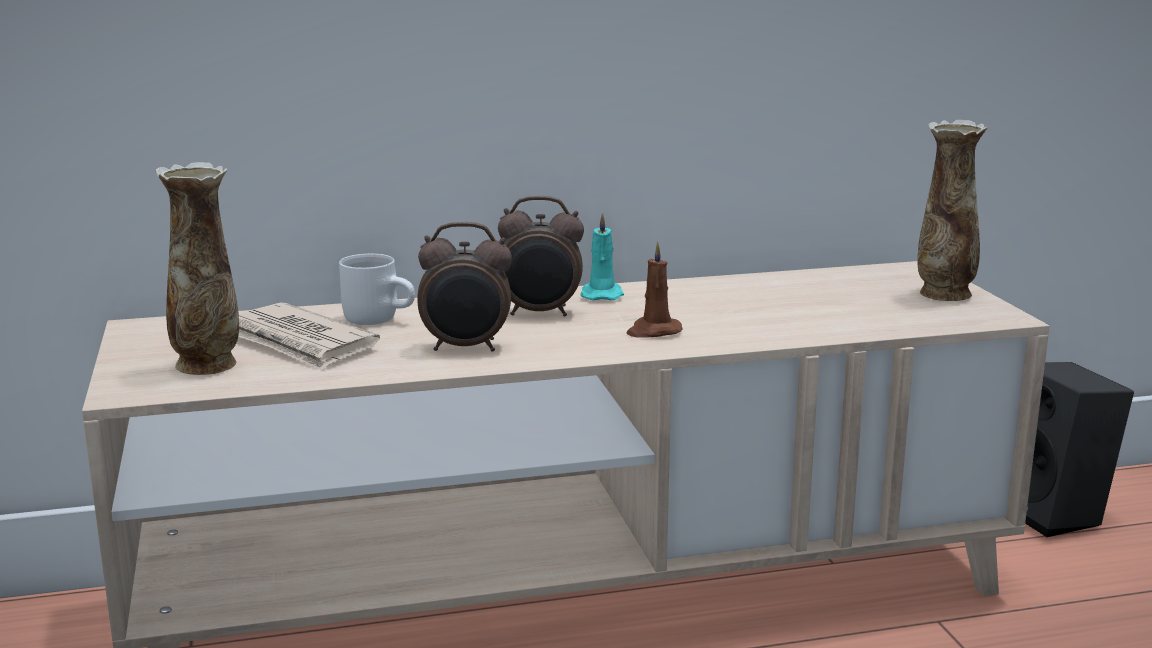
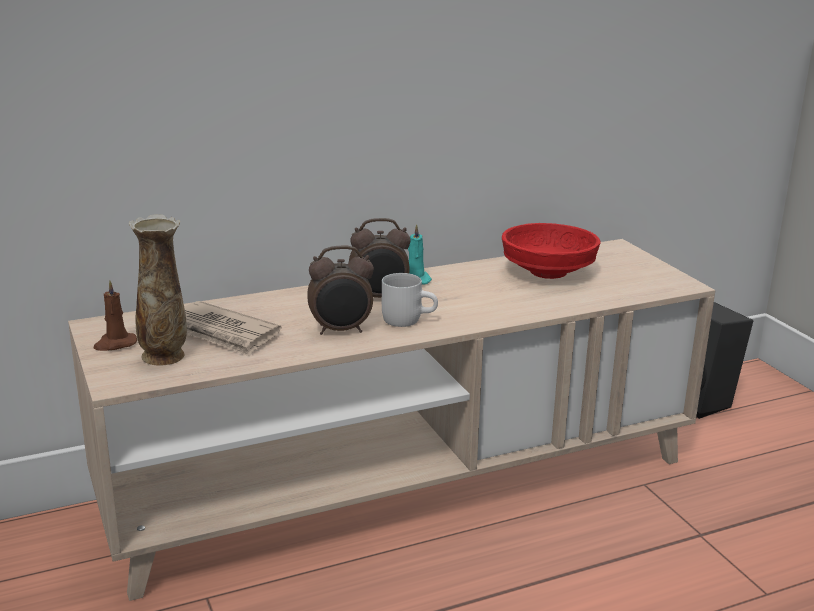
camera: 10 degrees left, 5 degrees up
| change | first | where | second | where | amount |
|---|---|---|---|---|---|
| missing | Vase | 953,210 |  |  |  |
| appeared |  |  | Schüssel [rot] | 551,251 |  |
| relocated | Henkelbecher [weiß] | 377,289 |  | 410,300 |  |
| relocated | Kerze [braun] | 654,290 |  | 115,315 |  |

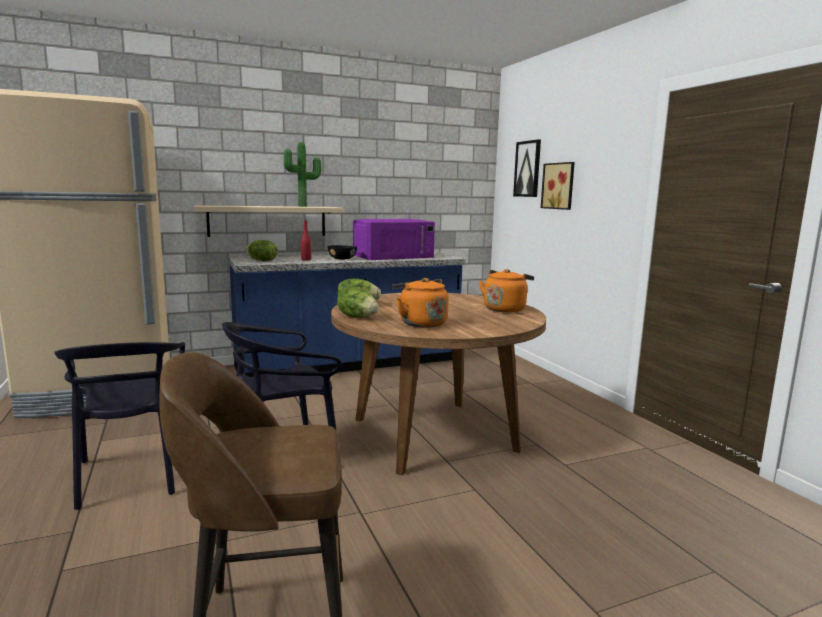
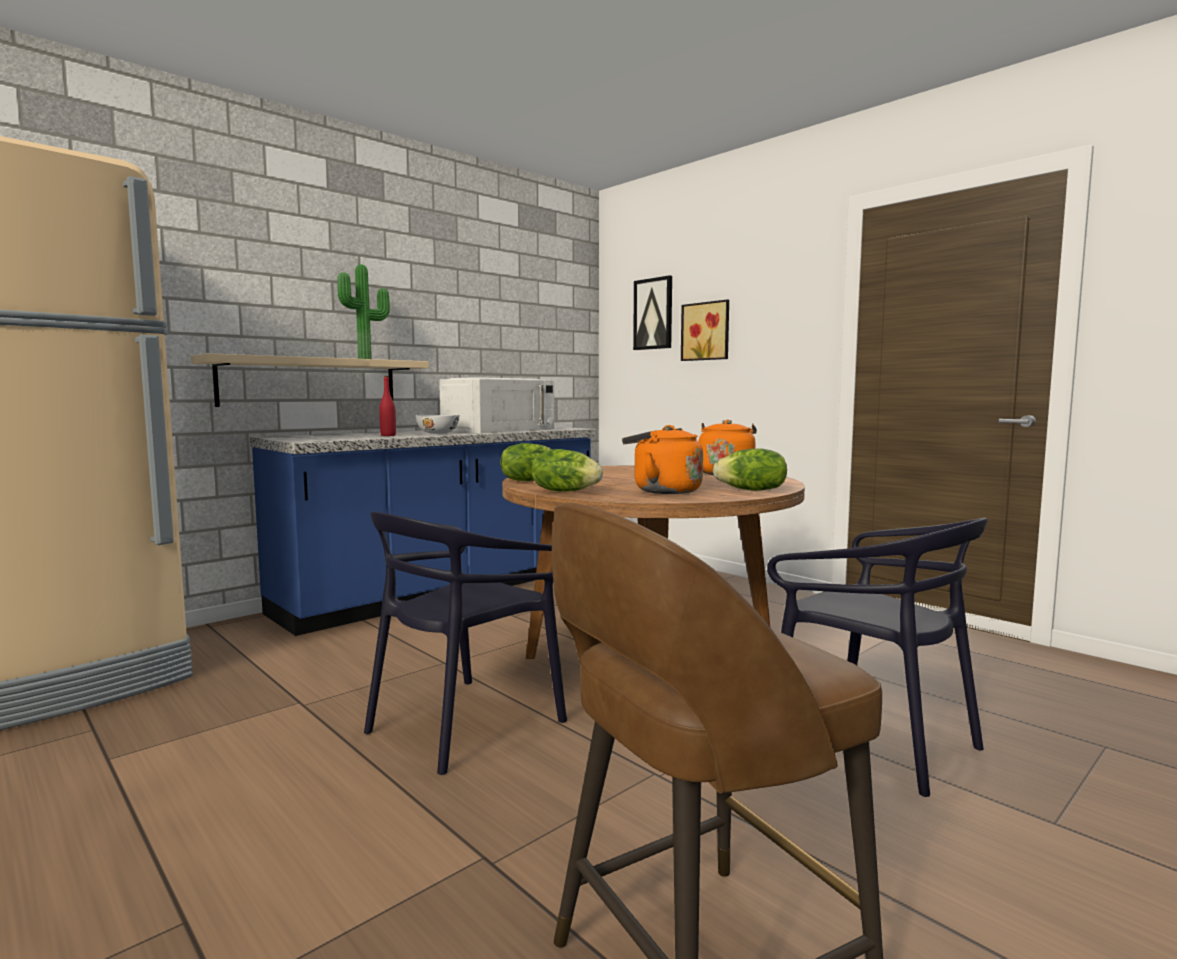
camera: 20 degrees left, 5 degrees down
| change | first | where | second | where | amount |
|---|---|---|---|---|---|
| relocated | Stuhl [schwarz] | 119,426 |  | 877,657 |  |
| relocated | Salatkopf | 261,250 |  | 750,469 |  |
| colour | Schüssel [schwarz] | 342,252 | Schüssel [weiß] | 437,424 |  |
| colour | Mikrowelle [lila] | 394,239 | Mikrowelle [weiß] | 496,405 |  |

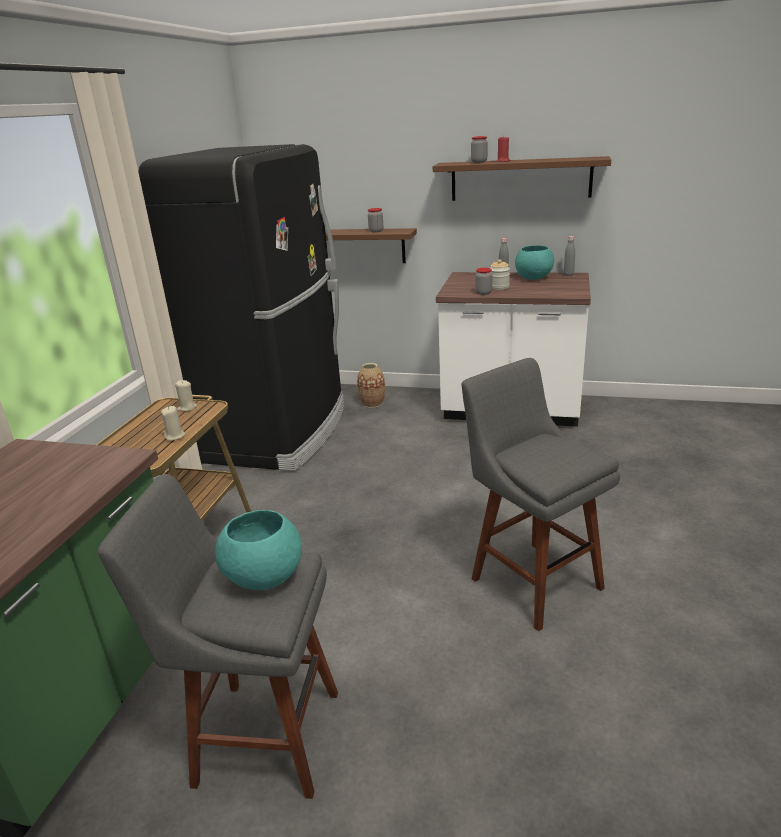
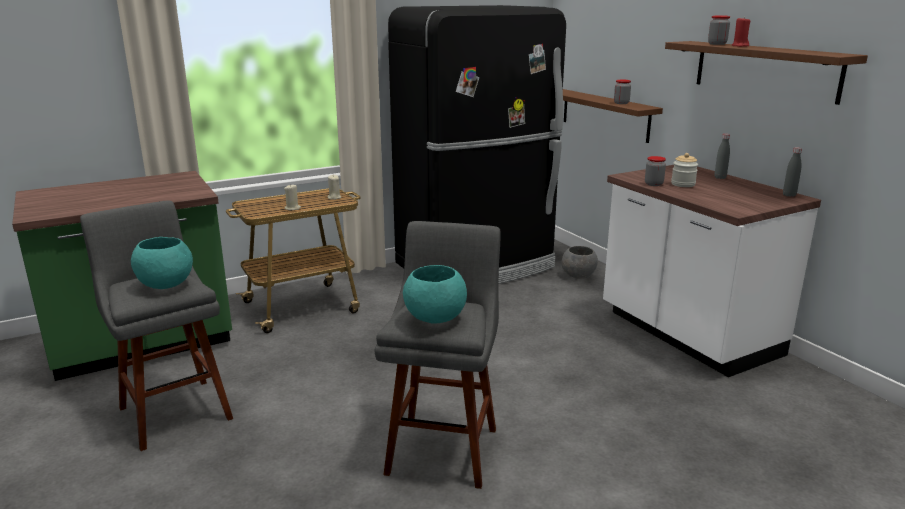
camera: 45 degrees right, 5 degrees down
| change | first | where | second | where | amount |
|---|---|---|---|---|---|
| relocated | Schüssel [türkis] | 534,262 |  | 435,294 |  |
| exchanged | Vase | 371,385 | Schüssel [grau] | 579,262 |  |

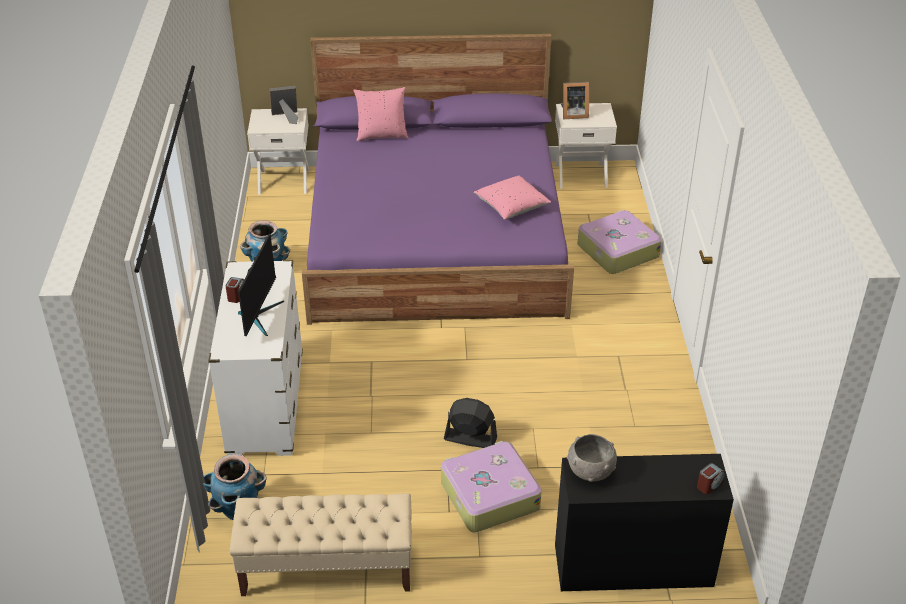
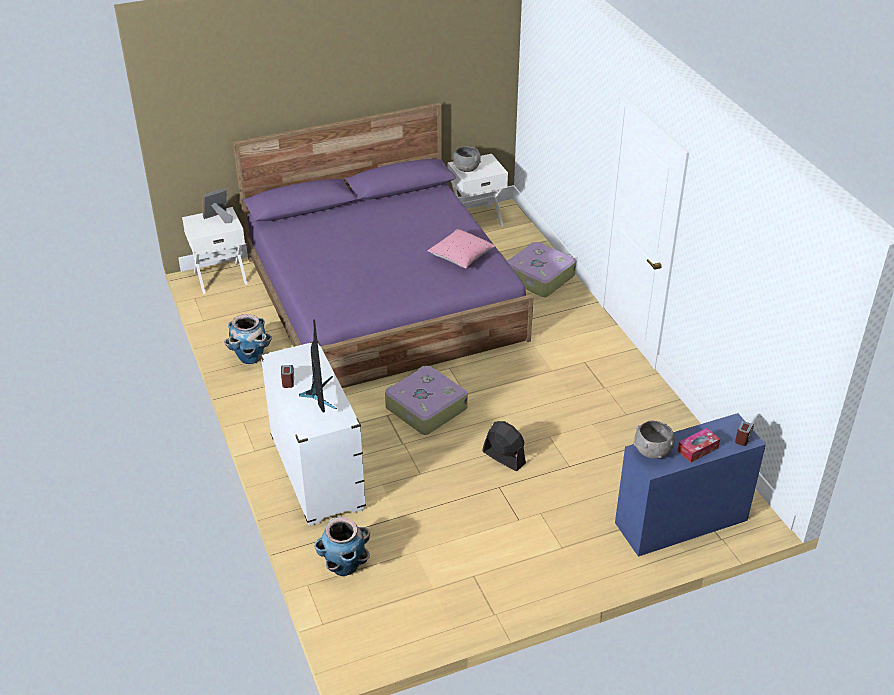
camera: 20 degrees left, 0 degrees up
| change | first | where | second | where | amount |
|---|---|---|---|---|---|
| missing | Bank [beige] | 321,545 |  |  |  |
| missing | Kissen [rosa] | 380,114 |  |  |  |
| appeared |  |  | Taschentuchbox | 699,445 |  |
| relocated | Koffer | 491,486 |  | 426,400 |  |
| exchanged | Bilderrahmen | 575,100 | Schüssel [grau] | 467,159 |  |
| colour | Schreibtisch [schwarz] | 644,522 | Schreibtisch [blau] | 690,485 |  |
| spun | Ventilator [schwarz] | 470,423 |  | 504,446 | 45 degrees clockwise |

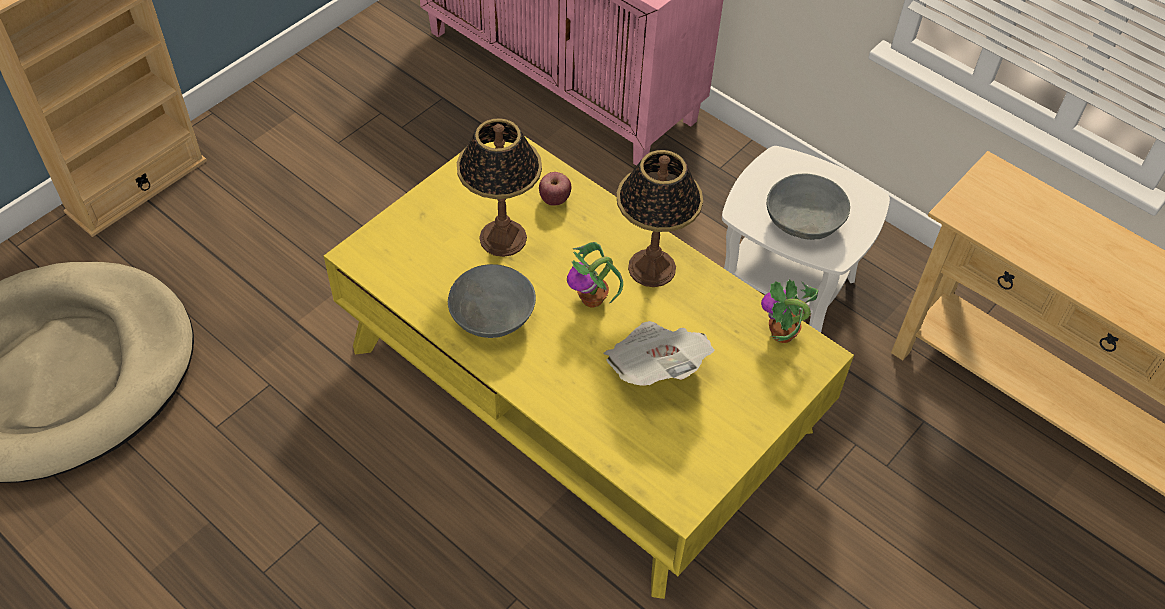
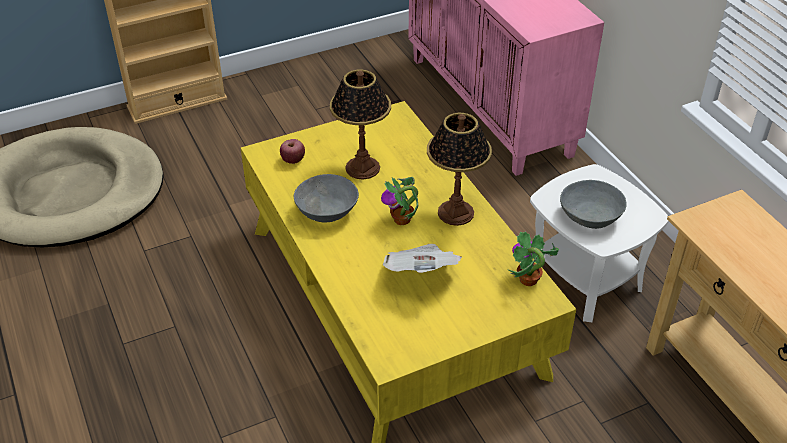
camera: 25 degrees right, 10 degrees down
| change | first | where | second | where | amount |
|---|---|---|---|---|---|
| relocated | Apfel | 555,189 |  | 292,151 |  |

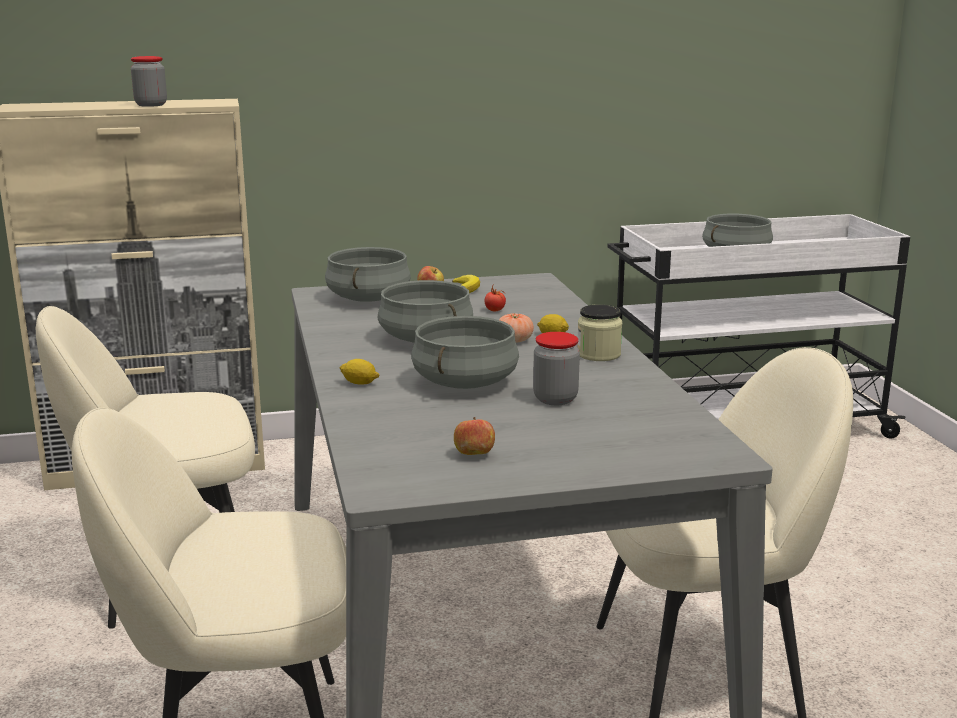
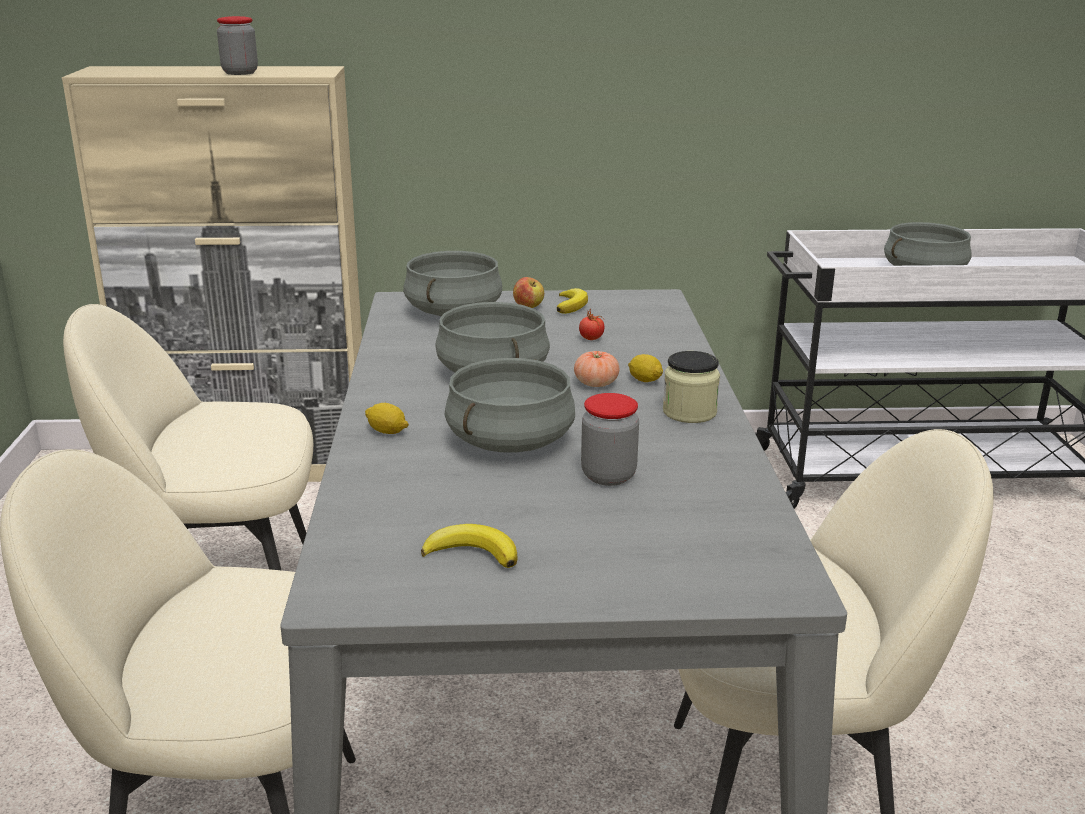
camera: 10 degrees right, 5 degrees up
| change | first | where | second | where | amount |
|---|---|---|---|---|---|
| exchanged | Apfel | 474,436 | Banane | 469,546 |  |

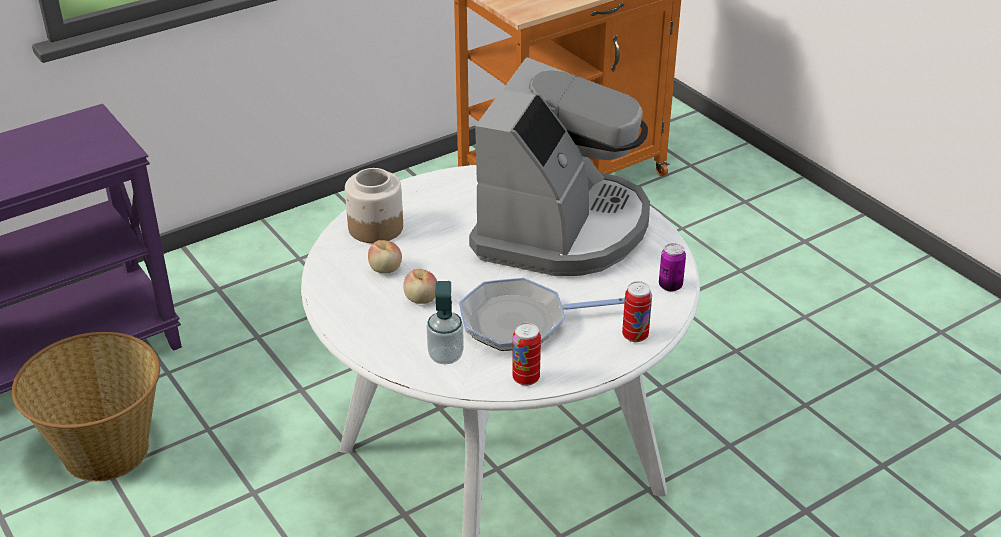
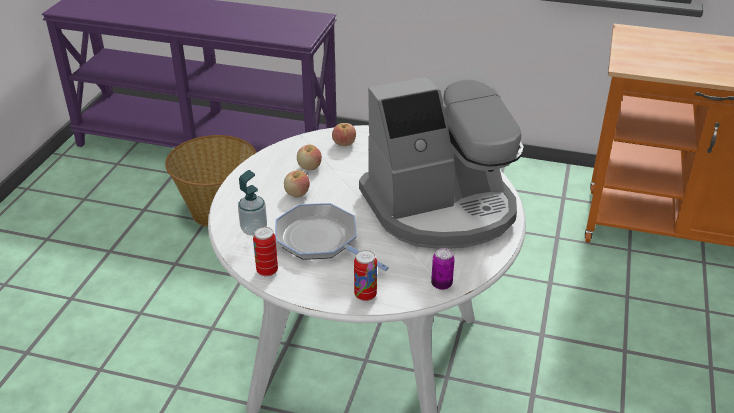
camera: 50 degrees right, 0 degrees up
| change | first | where | second | where | amount |
|---|---|---|---|---|---|
| exchanged | Vorratsglas | 374,205 | Apfel | 344,134 |  |

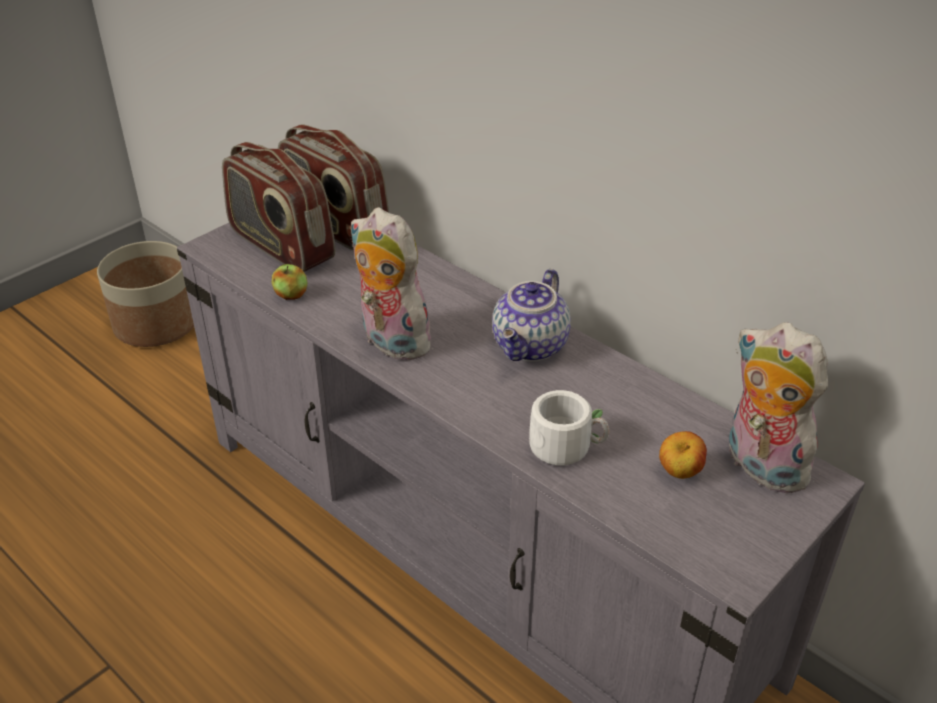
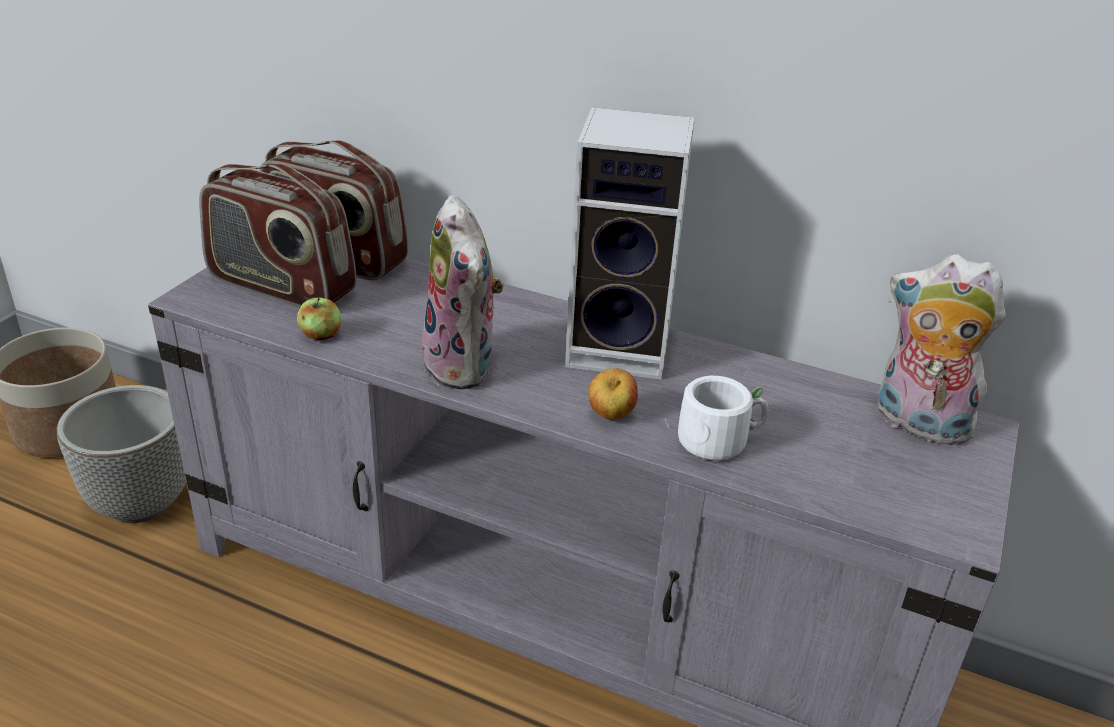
camera: 20 degrees left, 5 degrees down
| change | first | where | second | where | amount |
|---|---|---|---|---|---|
| appeared |  |  | Pflanzkübel | 121,454 |  |
| relocated | Apfel | 683,455 |  | 613,394 |  |
| exchanged | Teekanne | 531,315 | Lautsprecher | 630,243 |  |
| spun | Plüschtier | 394,284 |  | 463,292 | 135 degrees counterclockwise |

